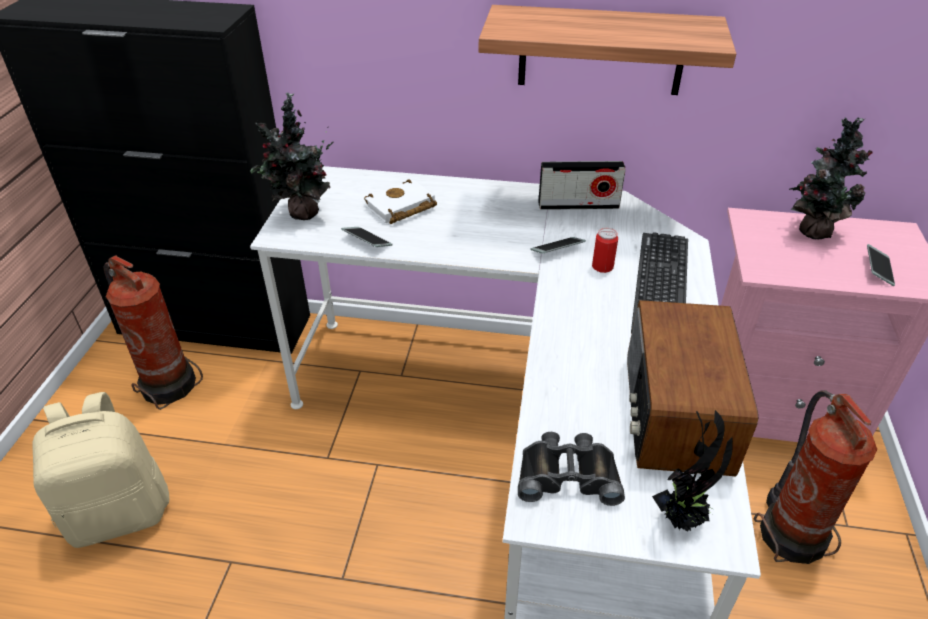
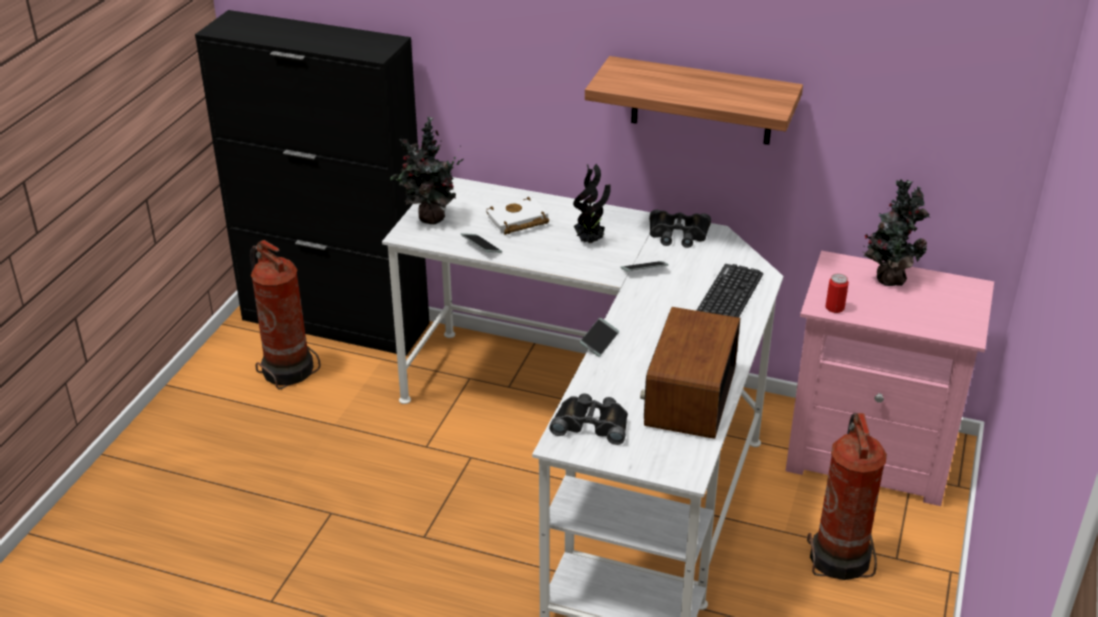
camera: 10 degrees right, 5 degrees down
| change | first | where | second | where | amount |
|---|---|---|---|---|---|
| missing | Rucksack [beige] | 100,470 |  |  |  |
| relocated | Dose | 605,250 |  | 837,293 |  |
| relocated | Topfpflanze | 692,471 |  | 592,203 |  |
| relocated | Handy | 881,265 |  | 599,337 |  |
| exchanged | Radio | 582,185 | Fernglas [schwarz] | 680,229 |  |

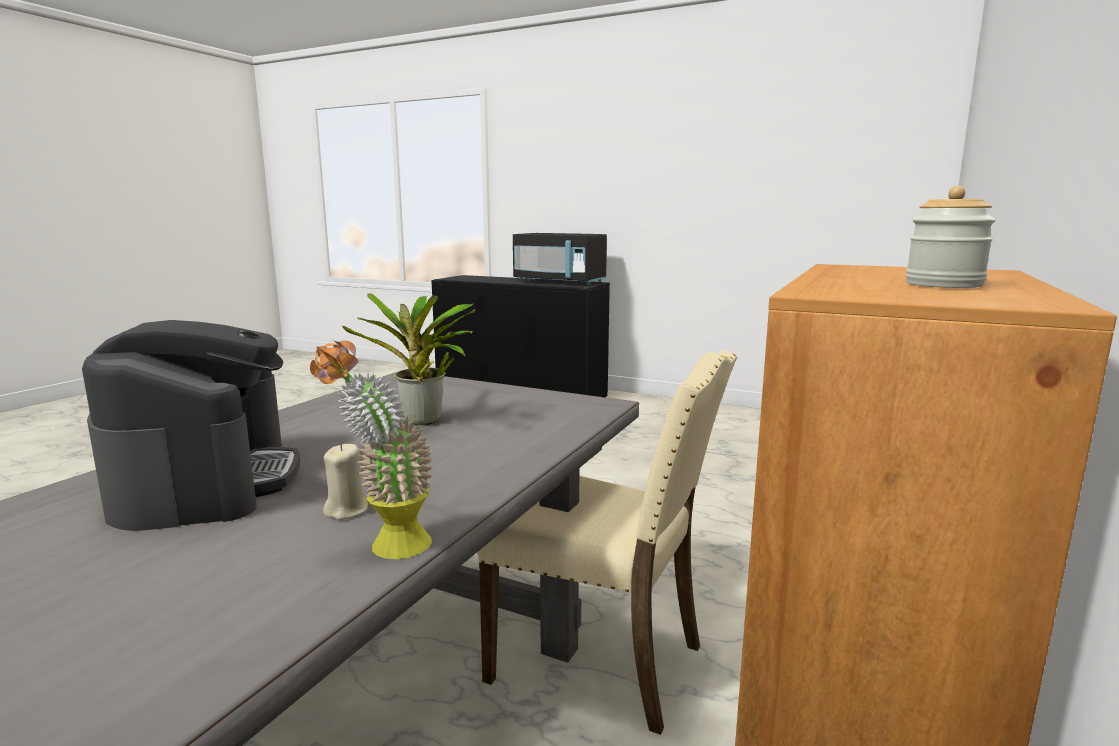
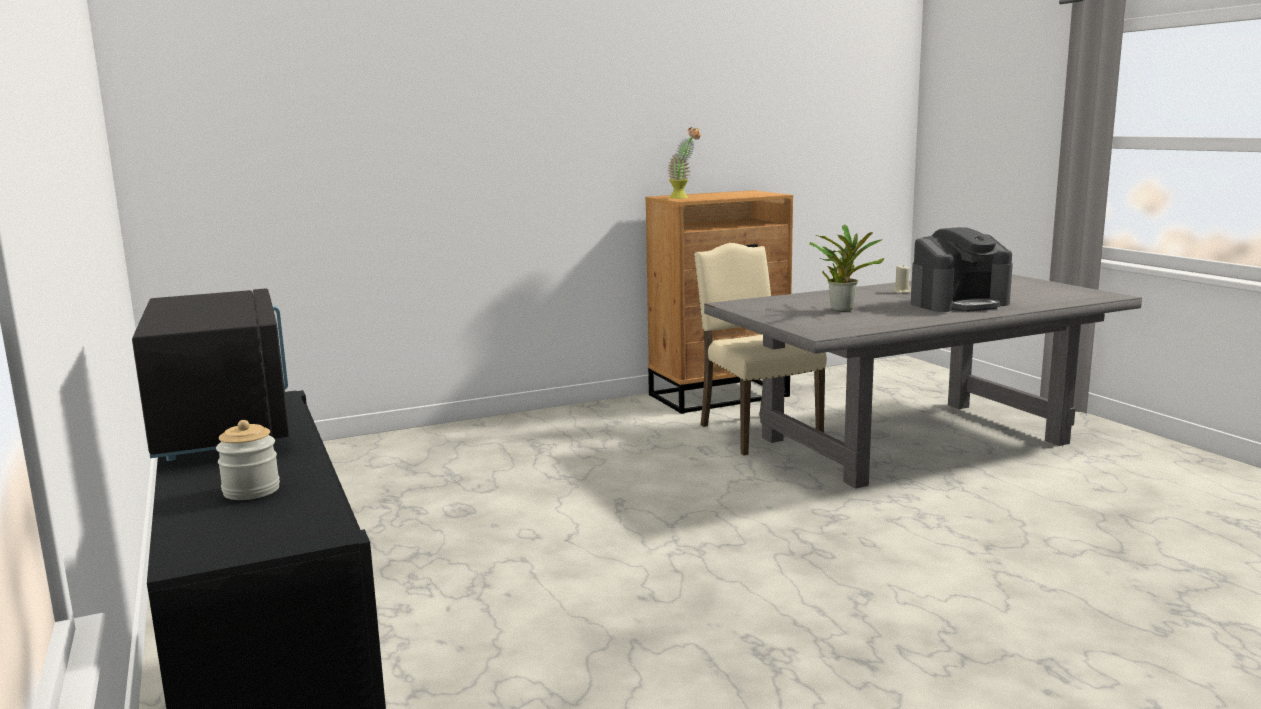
camera: 140 degrees left, 0 degrees up
| change | first | where | second | where | amount |
|---|---|---|---|---|---|
| relocated | Topfpflanze | 371,449 |  | 684,163 |  |
| relocated | Vorratsglas | 951,237 |  | 248,460 |  |
| spun | Kaffeemaschine | 191,425 |  | 962,269 | 135 degrees counterclockwise |

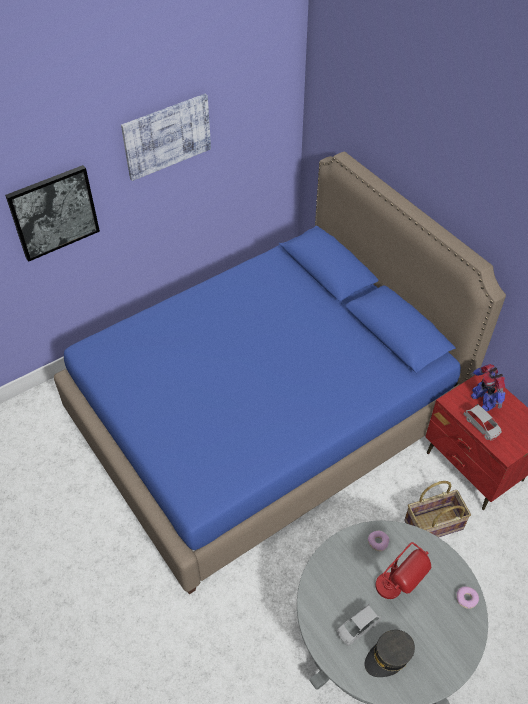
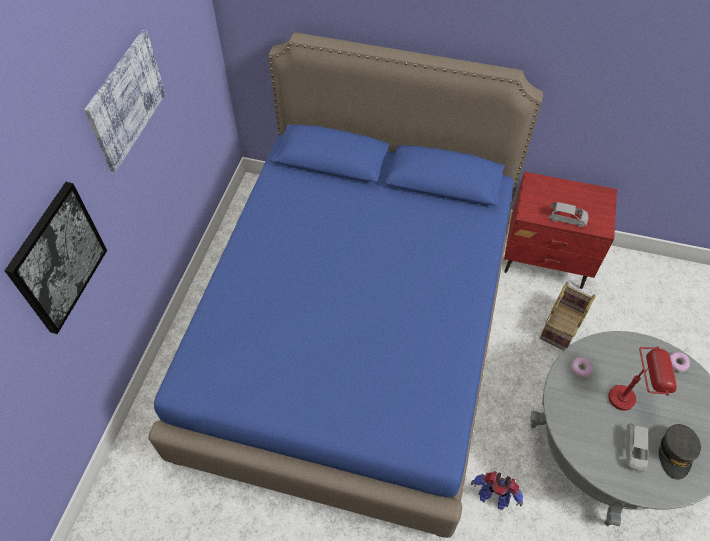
camera: 40 degrees left, 5 degrees up
| change | first | where | second | where | amount |
|---|---|---|---|---|---|
| relocated | Spielzeugroboter | 487,387 |  | 497,490 |  |

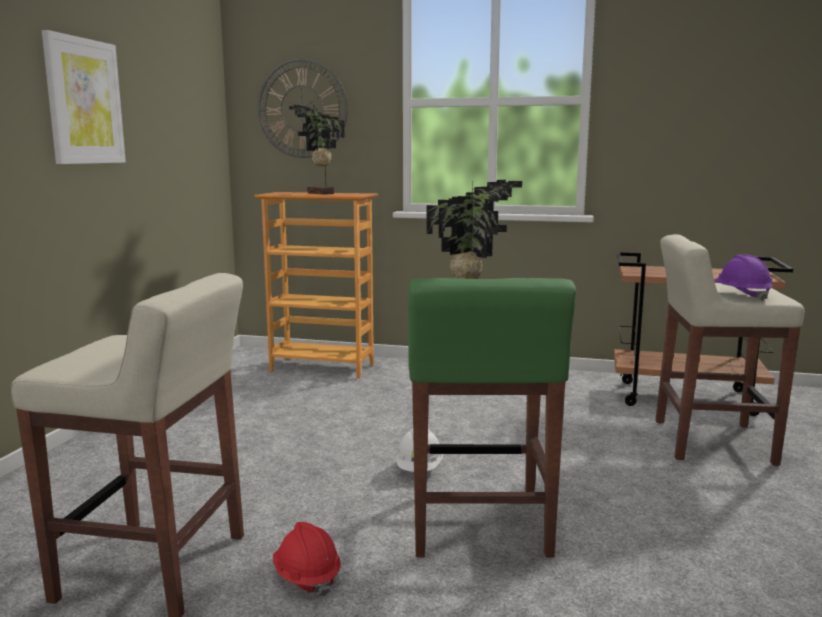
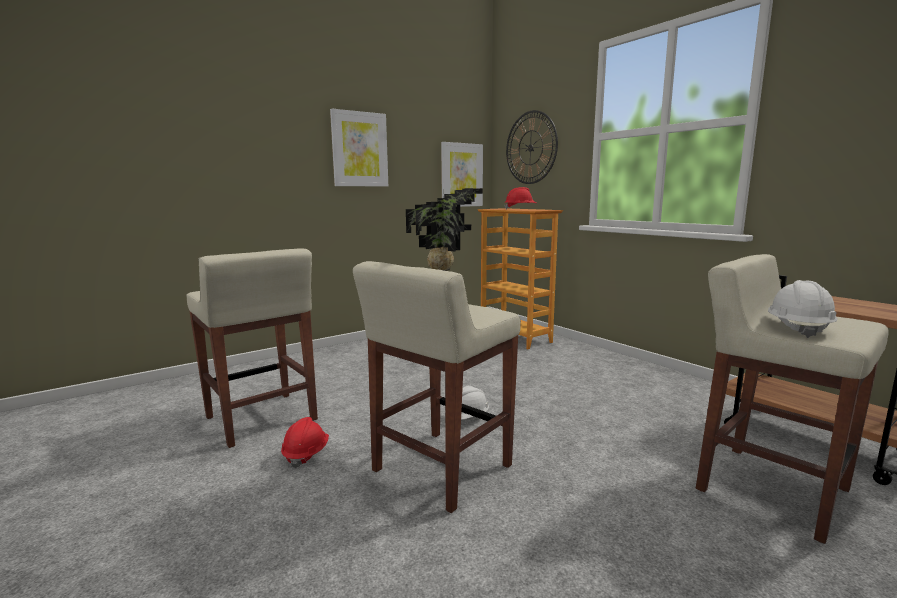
camera: 40 degrees right, 0 degrees up
| change | first | where | second | where | amount |
|---|---|---|---|---|---|
| appeared |  |  | Bild | 462,174 |  |
| exchanged | Topfpflanze | 317,149 | Schutzhelm [rot] | 520,198 |  |
| colour | Hocker [grün] | 492,417 | Hocker [beige] | 437,387 |  |
| colour | Schutzhelm [lila] | 743,277 | Schutzhelm [weiß] | 803,309 |  |

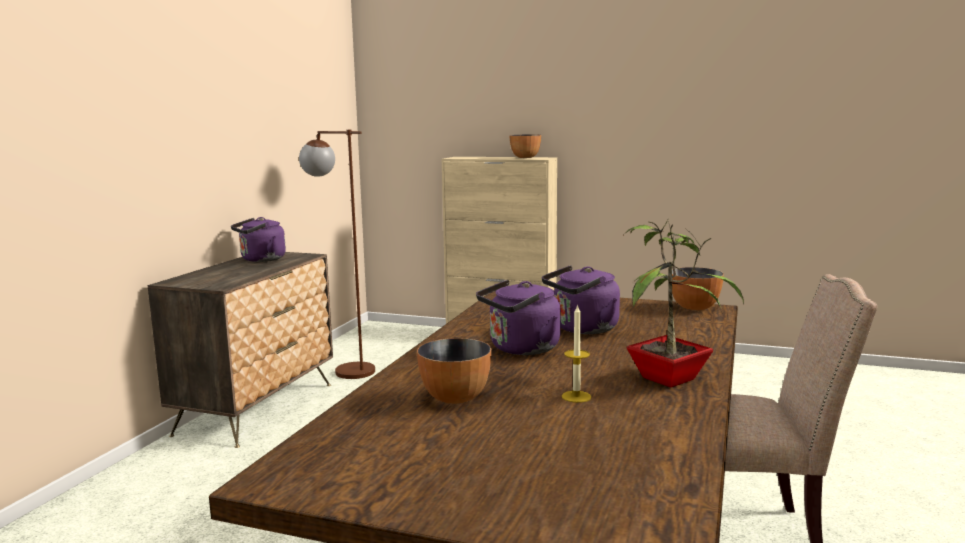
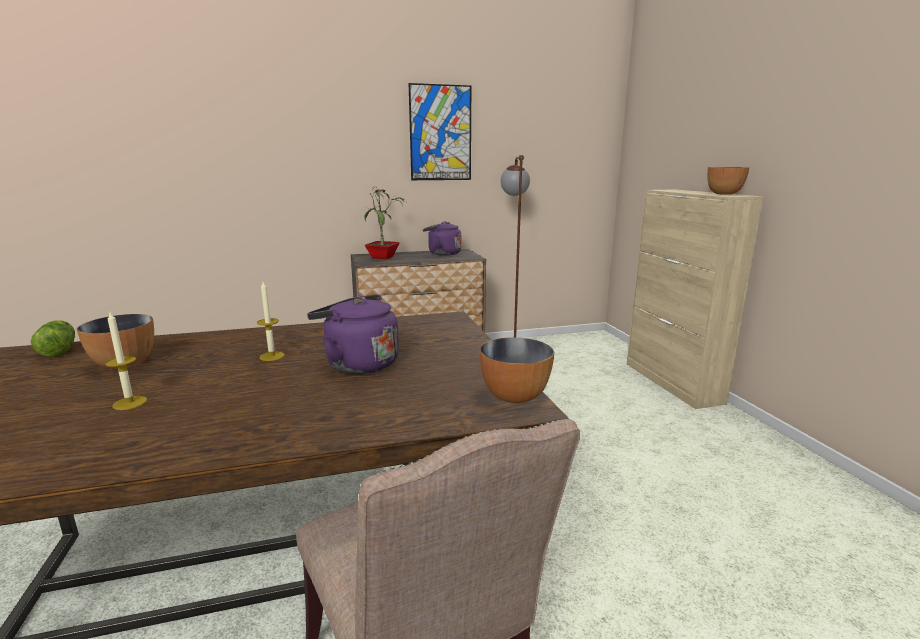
camera: 55 degrees right, 5 degrees up
| change | first | where | second | where | amount |
|---|---|---|---|---|---|
| appeared |  |  | Salatkopf | 53,338 |  |
| appeared |  |  | Bild | 440,131 |  |
| relocated | Topfpflanze | 684,304 |  | 385,222 |  |
| exchanged | Wasserkessel [lila] | 518,317 | Kerze | 271,321 |  |

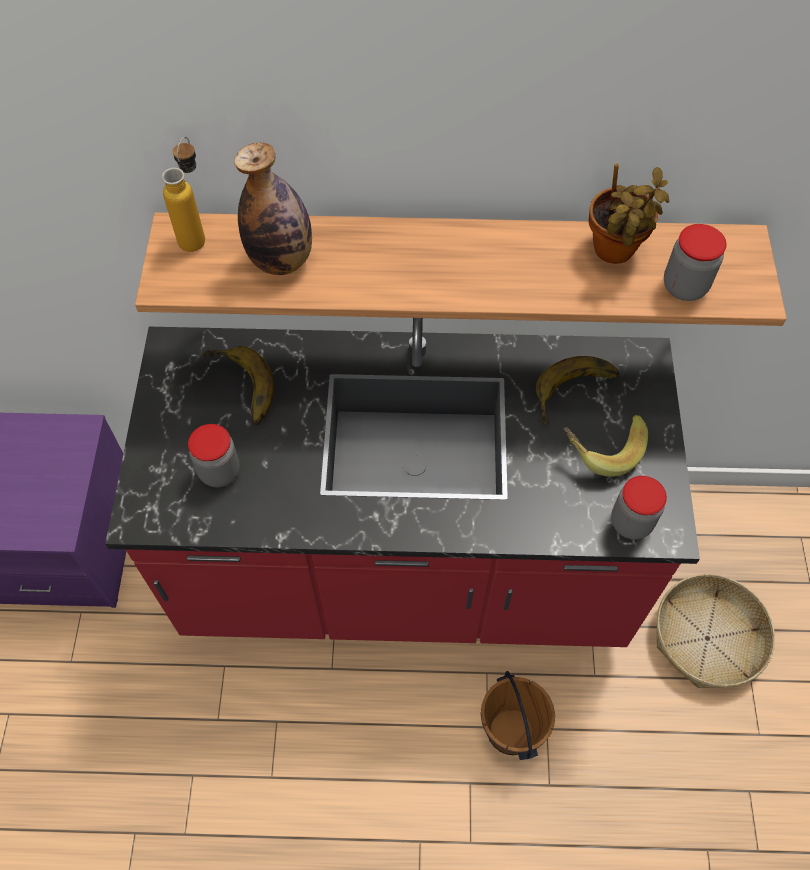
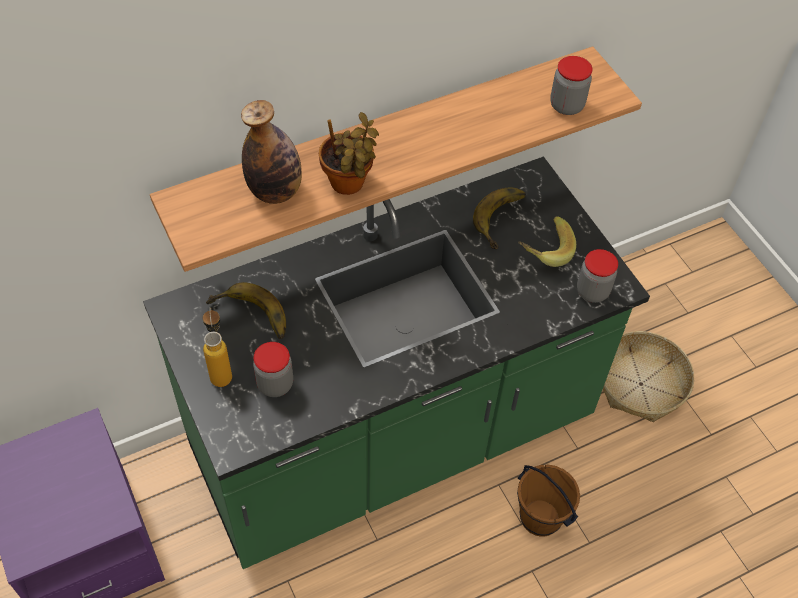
camera: 30 degrees left, 5 degrees down
| change | first | where | second | where | amount |
|---|---|---|---|---|---|
| relocated | Flasche | 183,194 |  | 217,347 |  |
| relocated | Topfpflanze | 629,213 |  | 349,153 |  |
| colour | Küchenzeile [rot] | 402,482 | Küchenzeile [grün] | 396,362 |  |

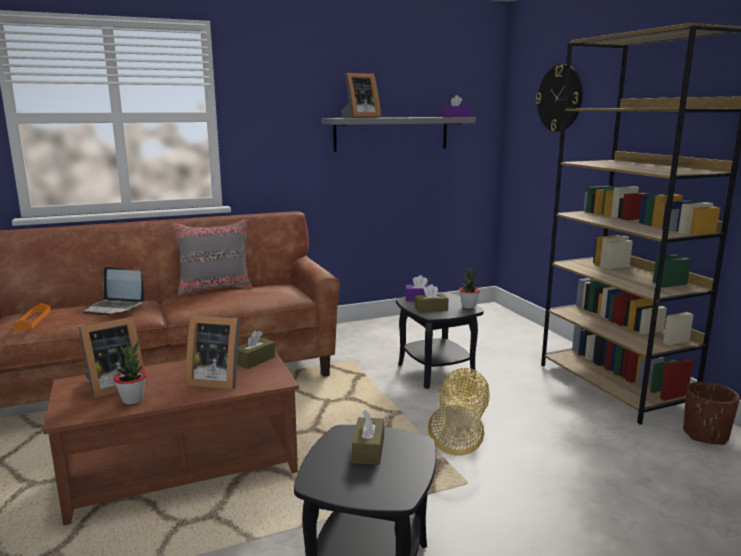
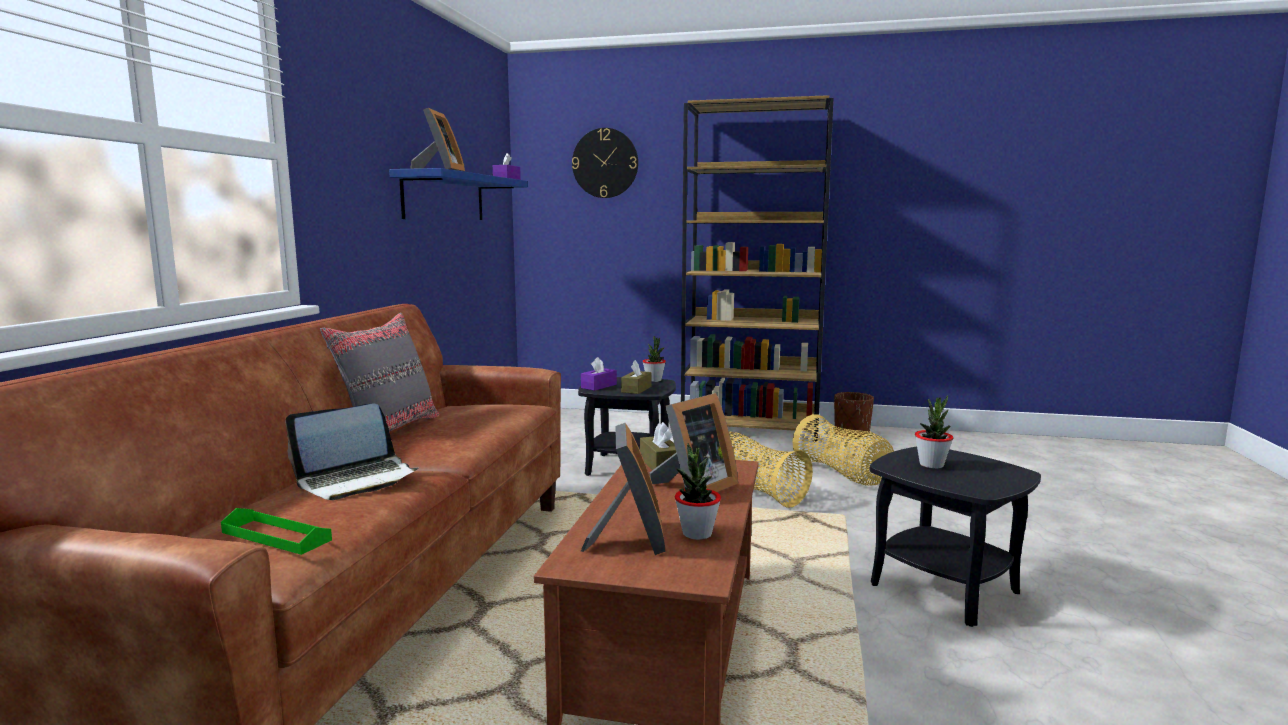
camera: 55 degrees left, 5 degrees down
| change | first | where | second | where | amount |
|---|---|---|---|---|---|
| appeared |  |  | Korb | 843,450 |  |
| exchanged | Taschentuchbox [braun] | 368,437 | Topfpflanze | 934,432 |  |
| colour | Tablett [orange] | 32,316 | Tablett [grün] | 276,531 |  |
| colour | Wandregal [grau] | 398,134 | Wandregal [blau] | 458,194 |  |

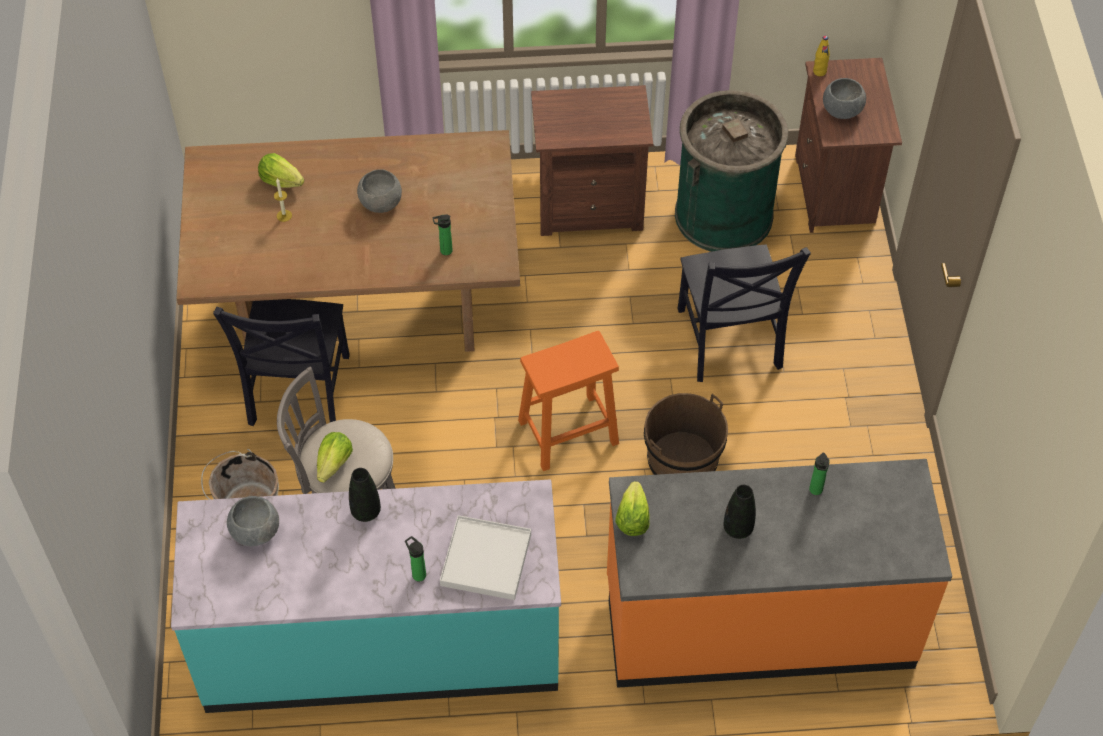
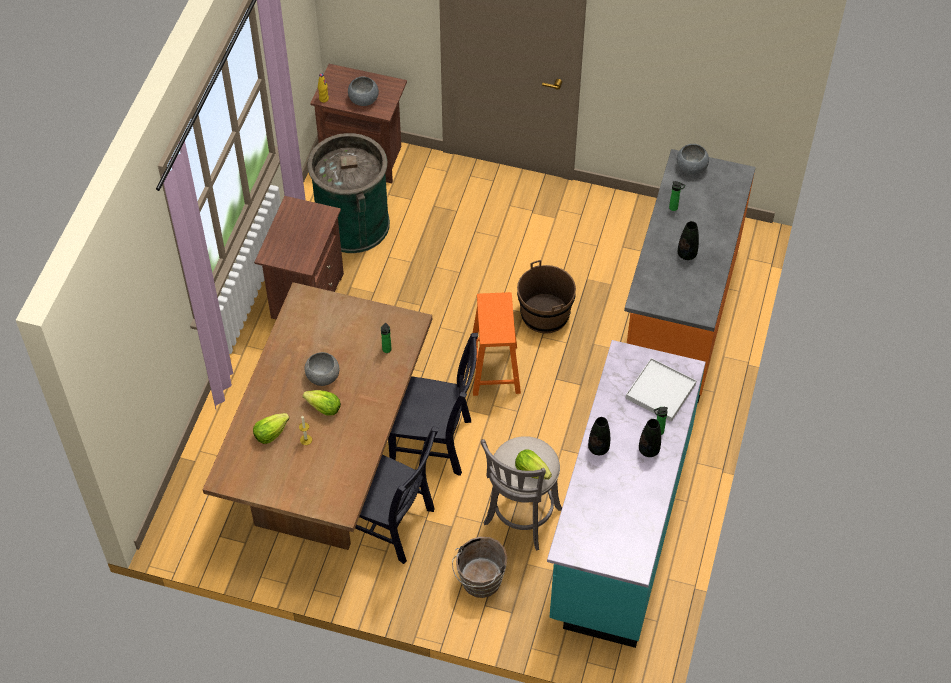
camera: 70 degrees left, 0 degrees up
| change | first | where | second | where | amount |
|---|---|---|---|---|---|
| appeared |  |  | Vase [schwarz] | 650,438 |  |
| relocated | Schüssel [grau] | 253,521 |  | 693,159 |  |
| relocated | Salatkopf | 632,508 |  | 322,403 |  |
| relocated | Stuhl [schwarz] | 744,313 |  | 433,404 |  |

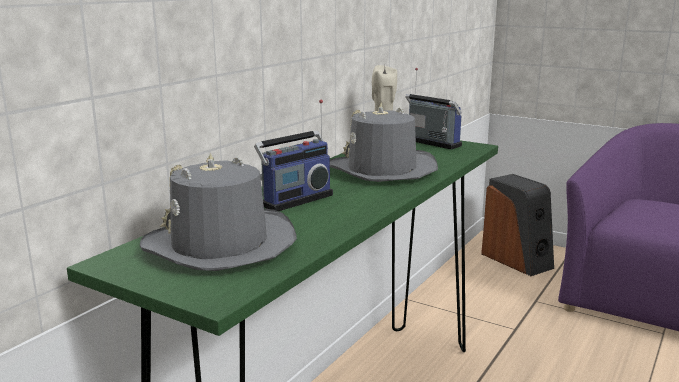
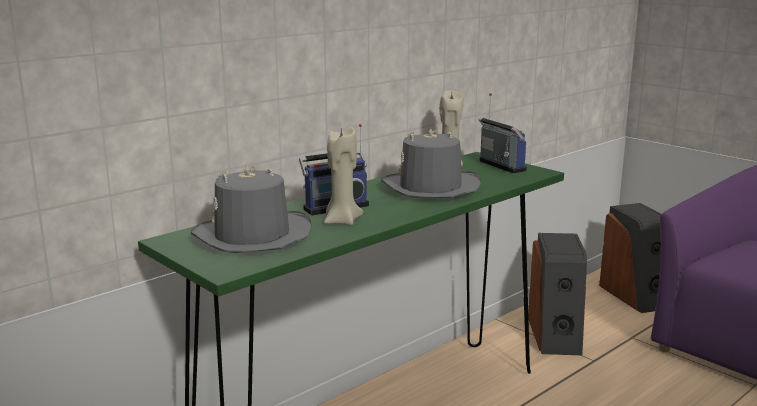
camera: 15 degrees right, 0 degrees up
| change | first | where | second | where | amount |
|---|---|---|---|---|---|
| appeared |  |  | Kerze [beige] | 343,176 |  |
| appeared |  |  | Lautsprecher | 557,294 |  |

